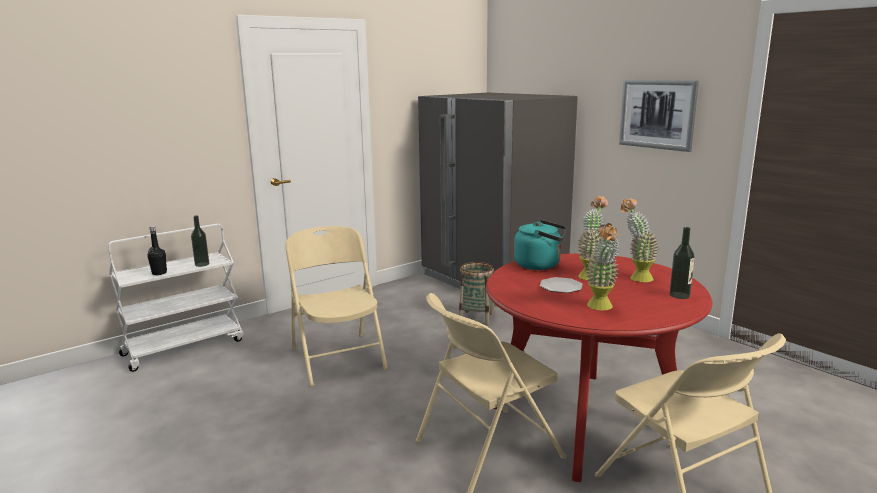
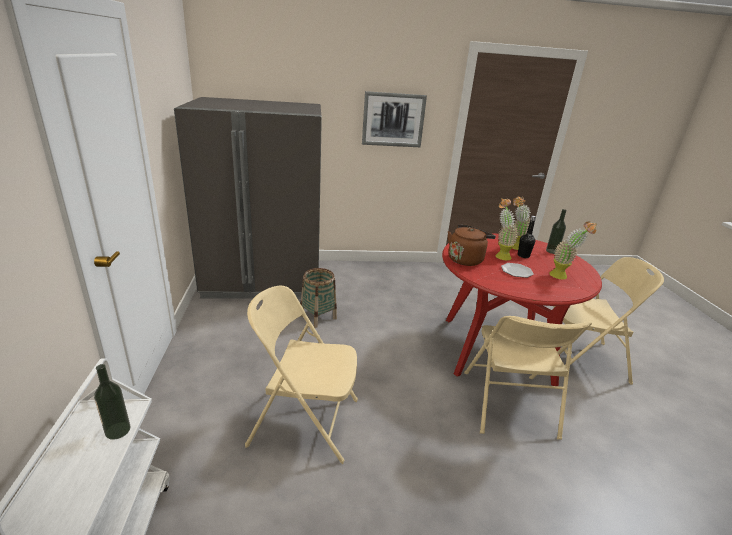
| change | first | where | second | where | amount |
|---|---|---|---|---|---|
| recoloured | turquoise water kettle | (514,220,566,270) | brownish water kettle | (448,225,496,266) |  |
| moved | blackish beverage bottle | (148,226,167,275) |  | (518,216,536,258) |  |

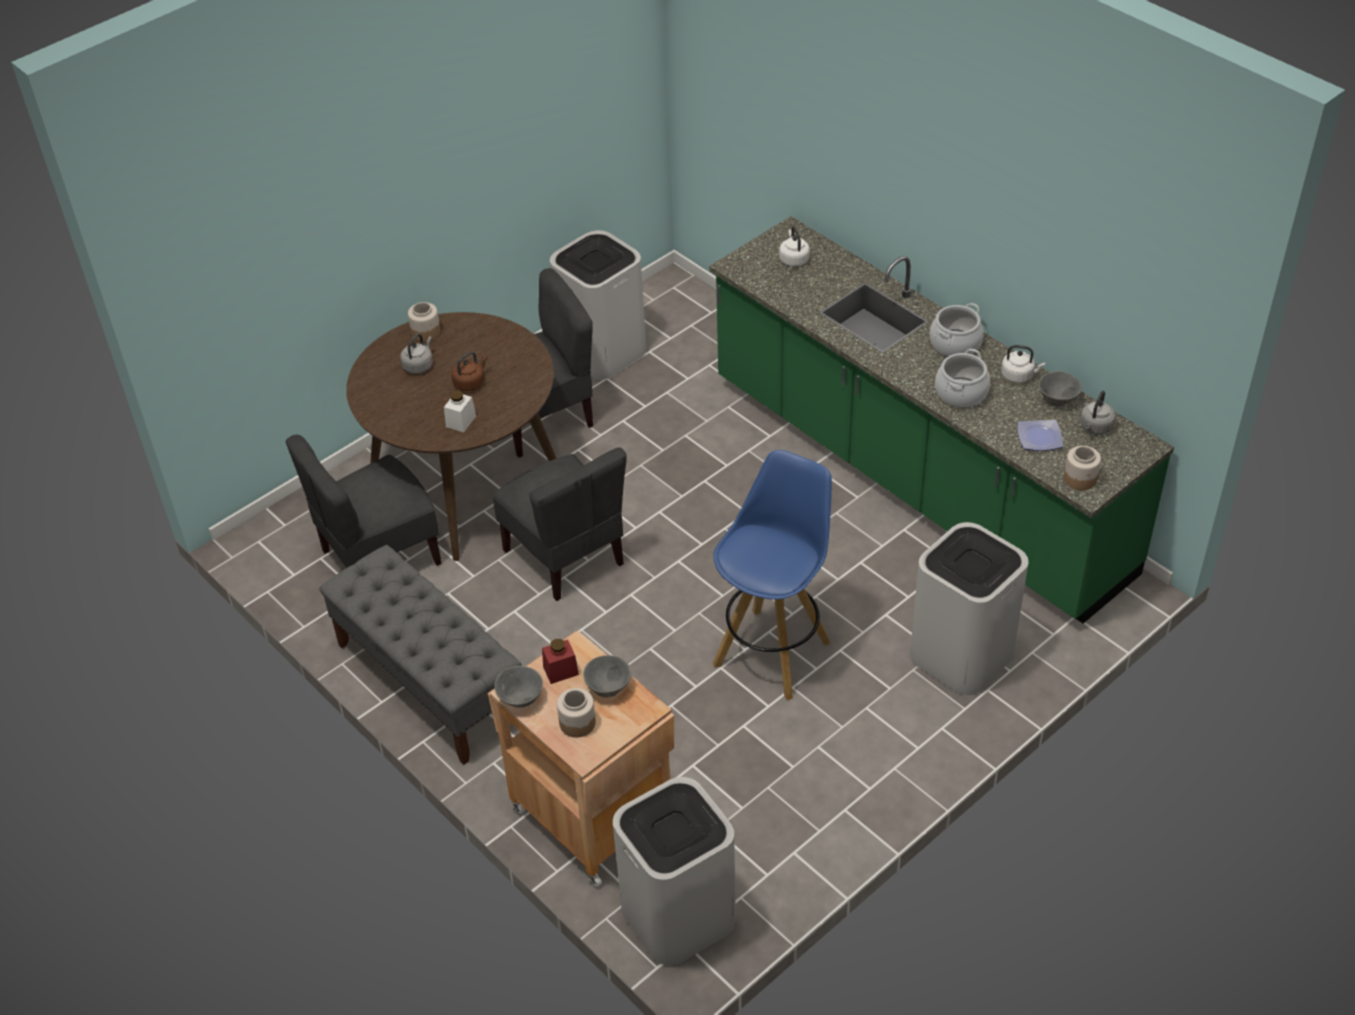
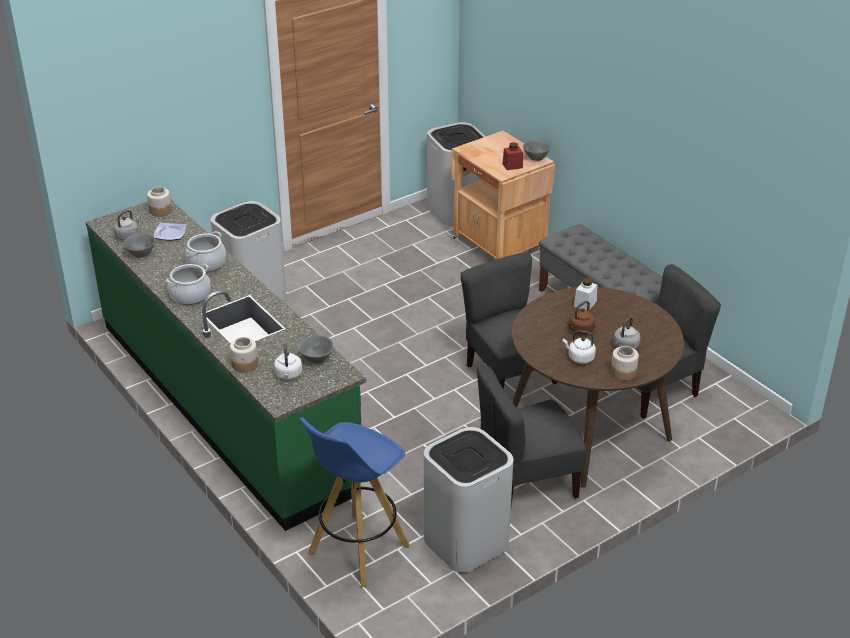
| change | first | where | second | where | amount |
|---|---|---|---|---|---|
| moved | white water kettle | (1001,345,1045,383) |  | (563,330,596,364) |  |
| moved | bluish sitting stool | (713,450,832,700) |  | (300,417,409,587) |  |
| moved | grey serving bowl | (583,655,631,698) |  | (299,335,333,364) |  |
| moved | jar | (557,688,596,738) |  | (230,337,258,372) |  |

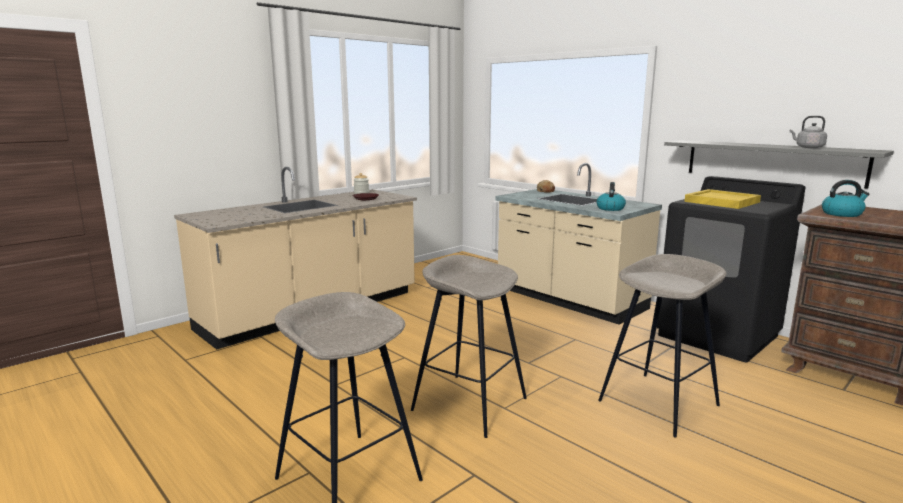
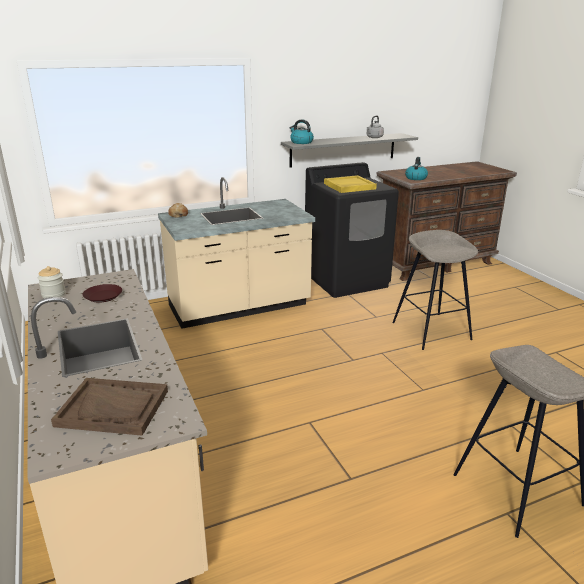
| change | first | where | second | where | amount |
|---|---|---|---|---|---|
| moved | water kettle | (597,182,626,211) |  | (290,119,314,144) |  |
| removed | grey sitting stool | (411,255,527,438) |  |  |  |
| added |  |  | brownish serving tray | (51,378,168,436) |  |

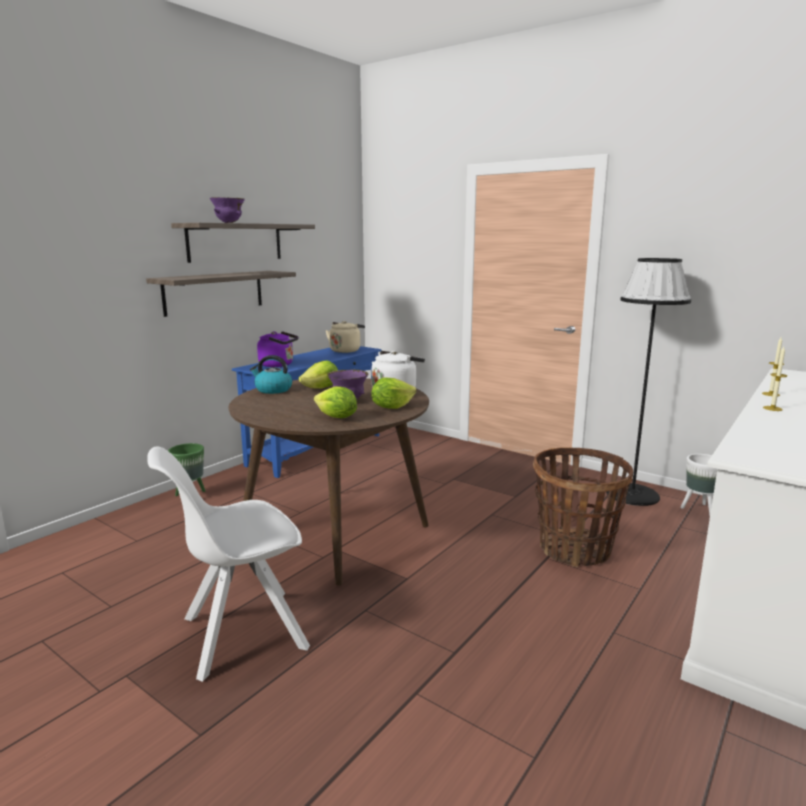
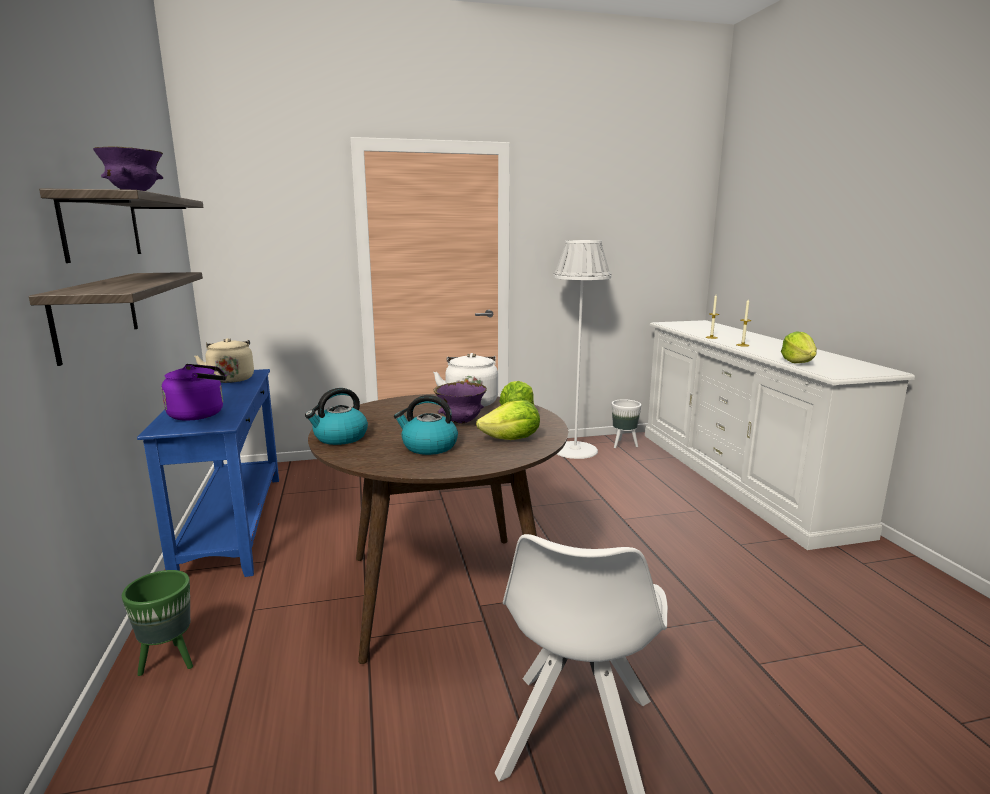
| change | first | where | second | where | amount |
|---|---|---|---|---|---|
| recoloured | blackish floor lamp | (606,258,691,506) | white floor lamp | (553,240,611,459) |  |
| moved | lettuce | (299,360,338,388) |  | (781,332,817,363) |  |
| removed | household basket | (533,448,633,567) |  |  |  |
| added |  |  | water kettle | (394,395,458,455) |  |

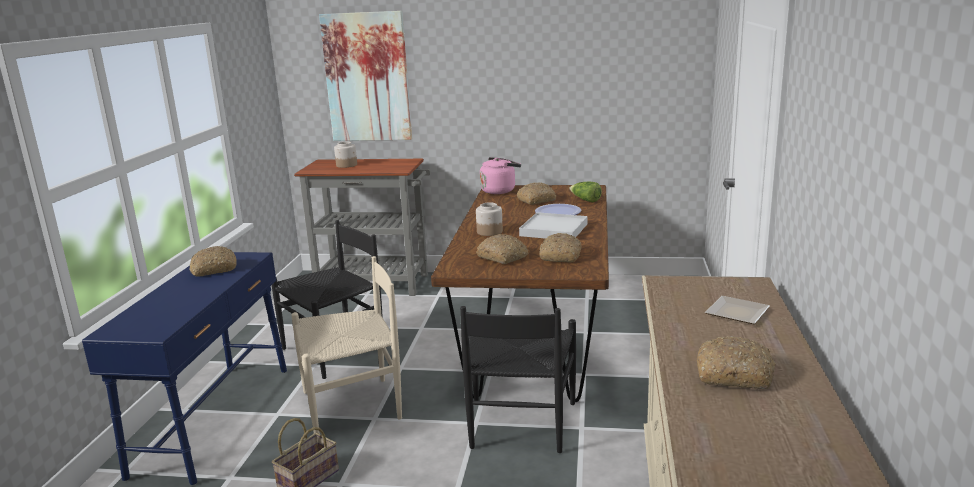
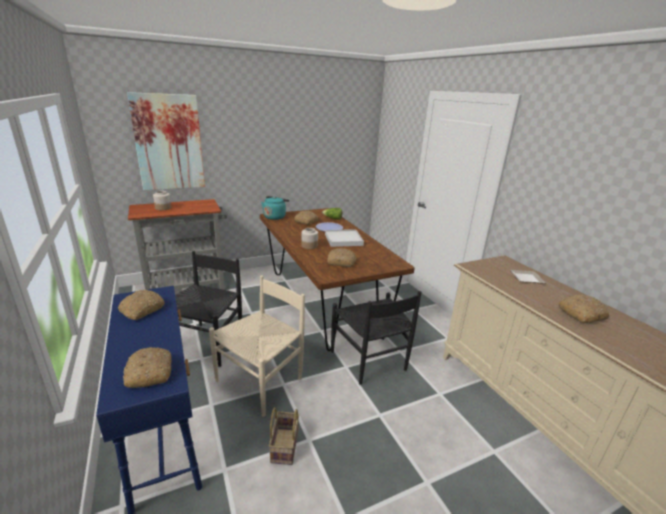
| change | first | where | second | where | amount |
|---|---|---|---|---|---|
| recoloured | pinkish water kettle | (480,157,521,194) | turquoise water kettle | (261,196,289,220) |  |
| moved | bread | (539,233,582,262) |  | (123,347,172,388) |  |

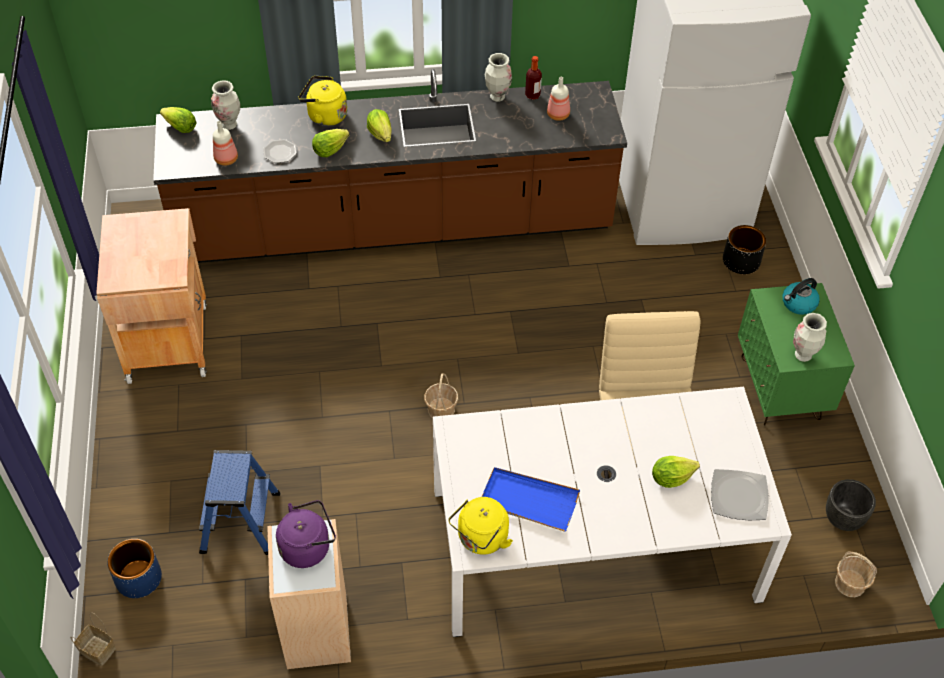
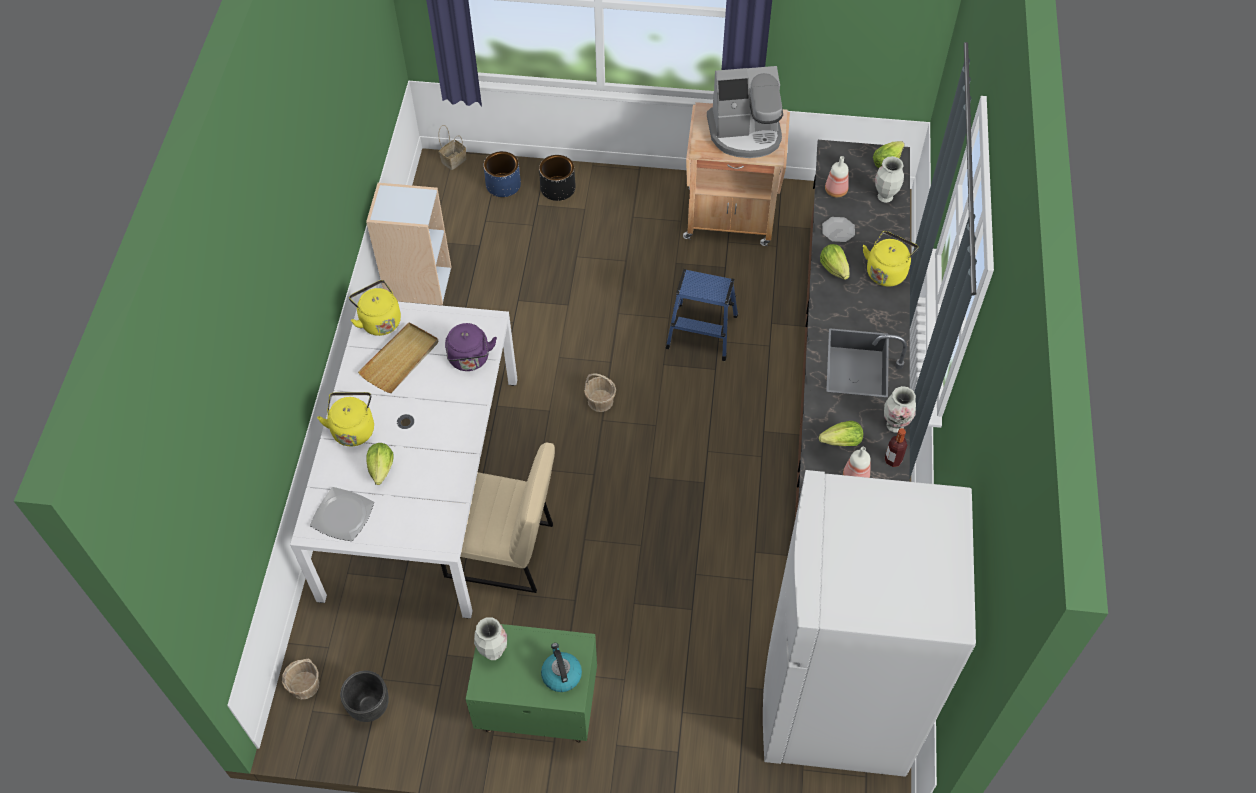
| change | first | where | second | where | amount |
|---|---|---|---|---|---|
| moved | lettuce | (367,109,392,142) |  | (819,421,863,446) |  |
| moved | blackish flower pot | (723,225,766,274) |  | (539,155,576,201) |  |
| moved | bluish step ladder | (199,450,280,555) |  | (666,269,738,361) |  |
| recoloured | bluish serving tray | (482,467,580,532) | sand-coloured serving tray | (358,322,438,393) |  |
| moved | purplish water kettle | (276,500,336,568) |  | (445,323,497,371) |  |
| added |  |  | coffee maker | (707,66,783,158) |  |
| added |  |  | yellow water kettle | (317,392,374,447) |  |

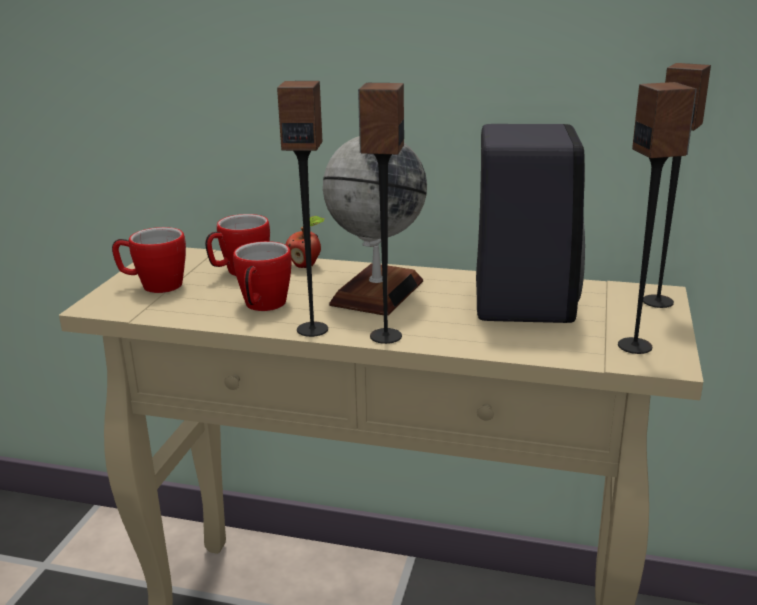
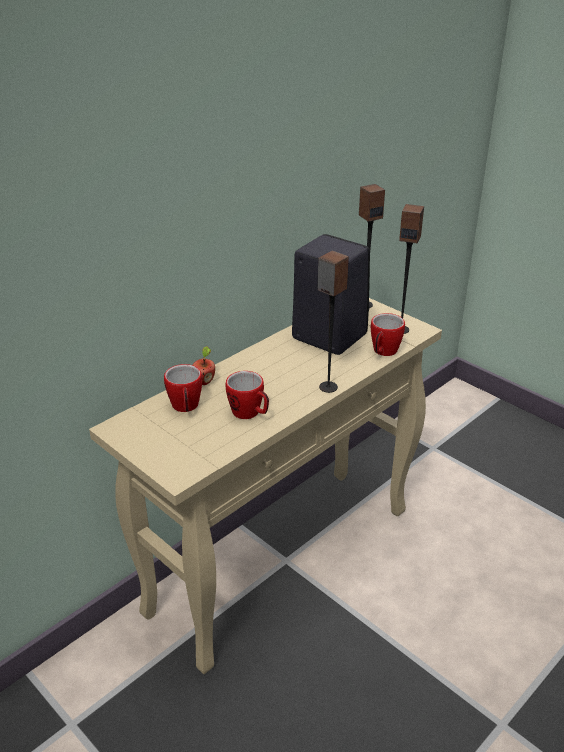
| change | first | where | second | where | amount |
|---|---|---|---|---|---|
| removed | loudspeaker | (277,81,328,337) |  |  |  |
| removed | globe | (323,136,427,315) |  |  |  |
| moved | mug | (112,227,186,293) |  | (371,313,405,356) |  |

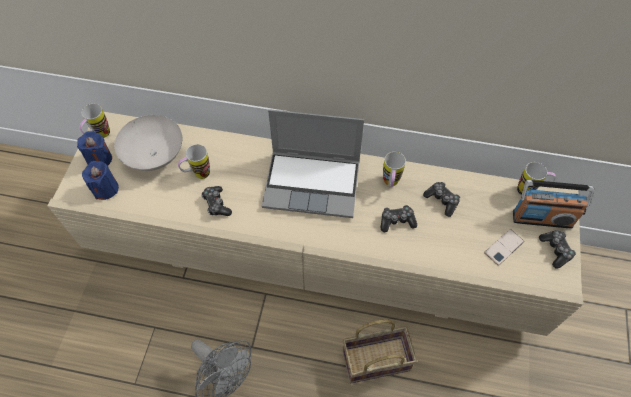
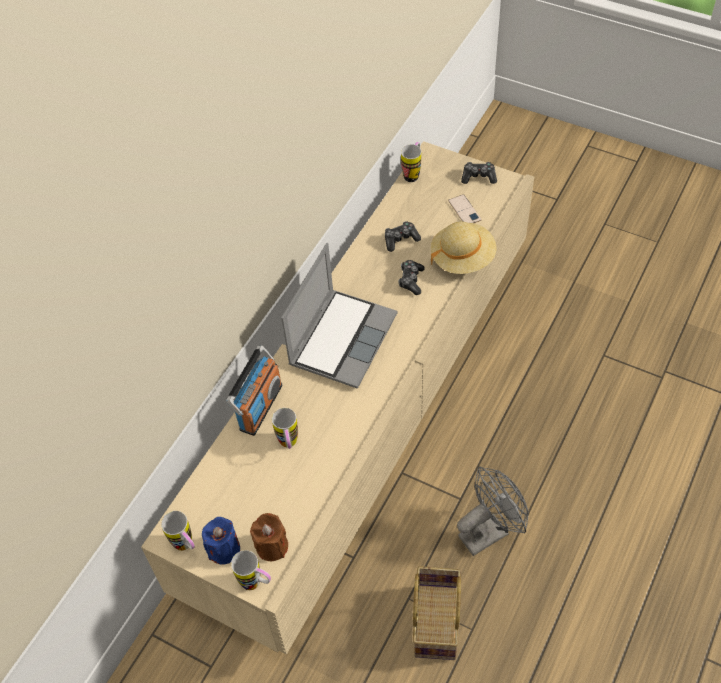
| change | first | where | second | where | amount |
|---|---|---|---|---|---|
| removed | white serving bowl | (114,115,182,171) |  |  |  |
| moved | mug | (383,152,406,187) |  | (231,550,271,590) |  |
| recoloured | bluish wax light | (82,161,119,200) | brownish wax light | (250,513,288,561) |  |
| moved | radio receiver | (513,180,594,229) |  | (226,345,282,436) |  |
| removed | gamepad | (201,186,232,216) |  |  |  |
| moved | household basket | (343,320,417,383) |  | (413,566,461,660) |  |
| added |  |  | sand-coloured clothing hat | (431,222,497,274) |  |

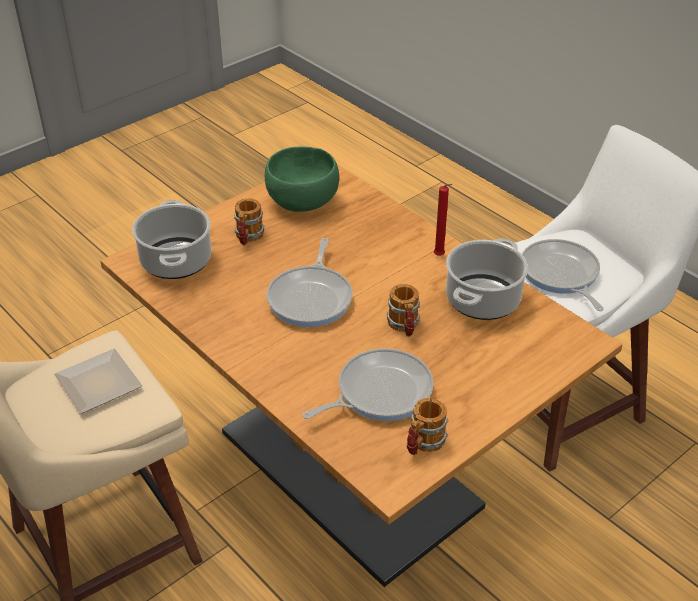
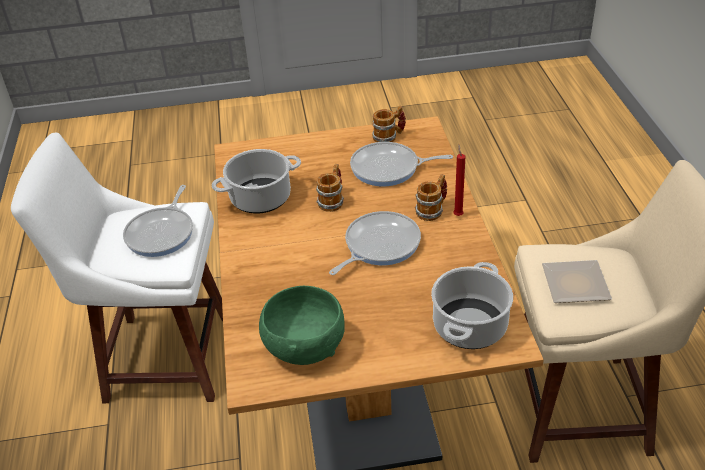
| change | first | where | second | where | amount |
|---|---|---|---|---|---|
| moved | reddish wax light | (434,184,452,256) |  | (453,144,466,216) |  |
| moved | mug | (234,199,265,245) |  | (415,174,447,221) |  |

